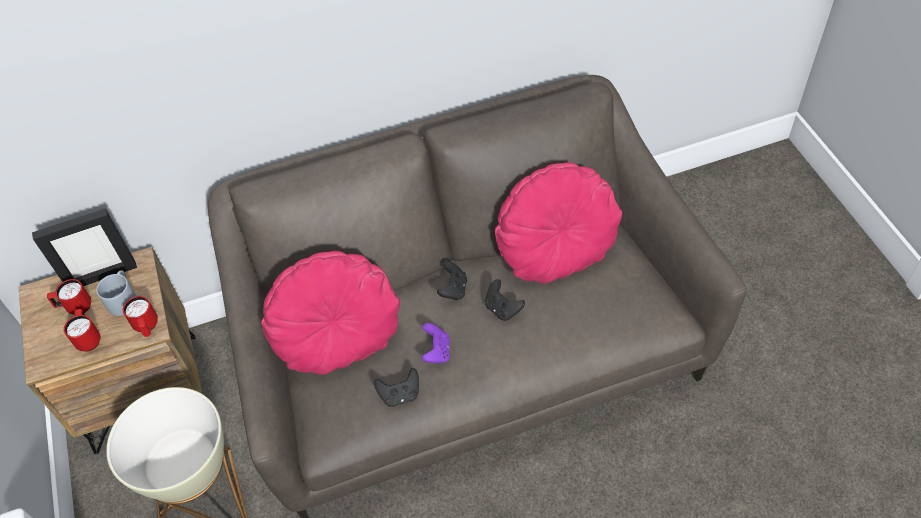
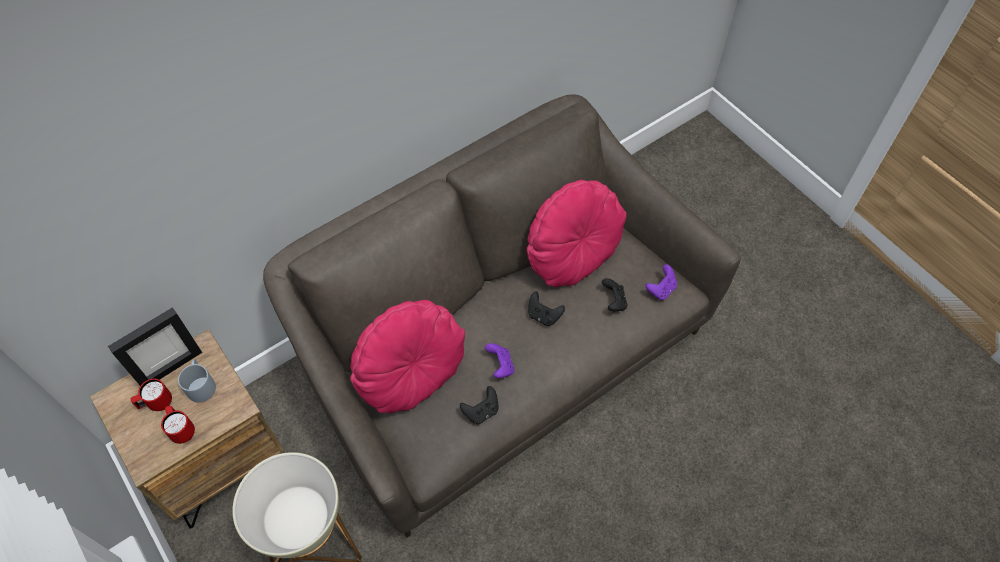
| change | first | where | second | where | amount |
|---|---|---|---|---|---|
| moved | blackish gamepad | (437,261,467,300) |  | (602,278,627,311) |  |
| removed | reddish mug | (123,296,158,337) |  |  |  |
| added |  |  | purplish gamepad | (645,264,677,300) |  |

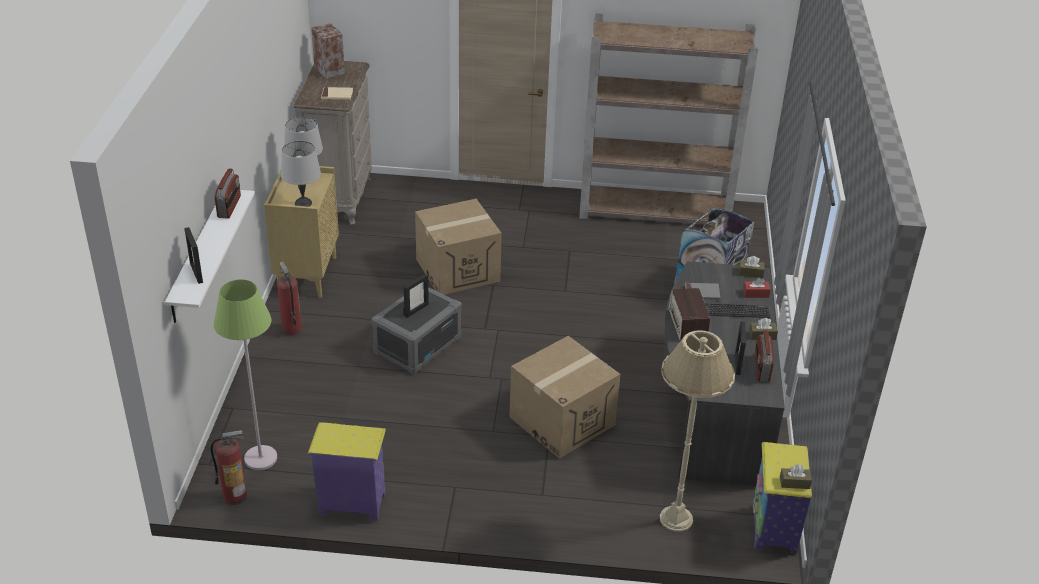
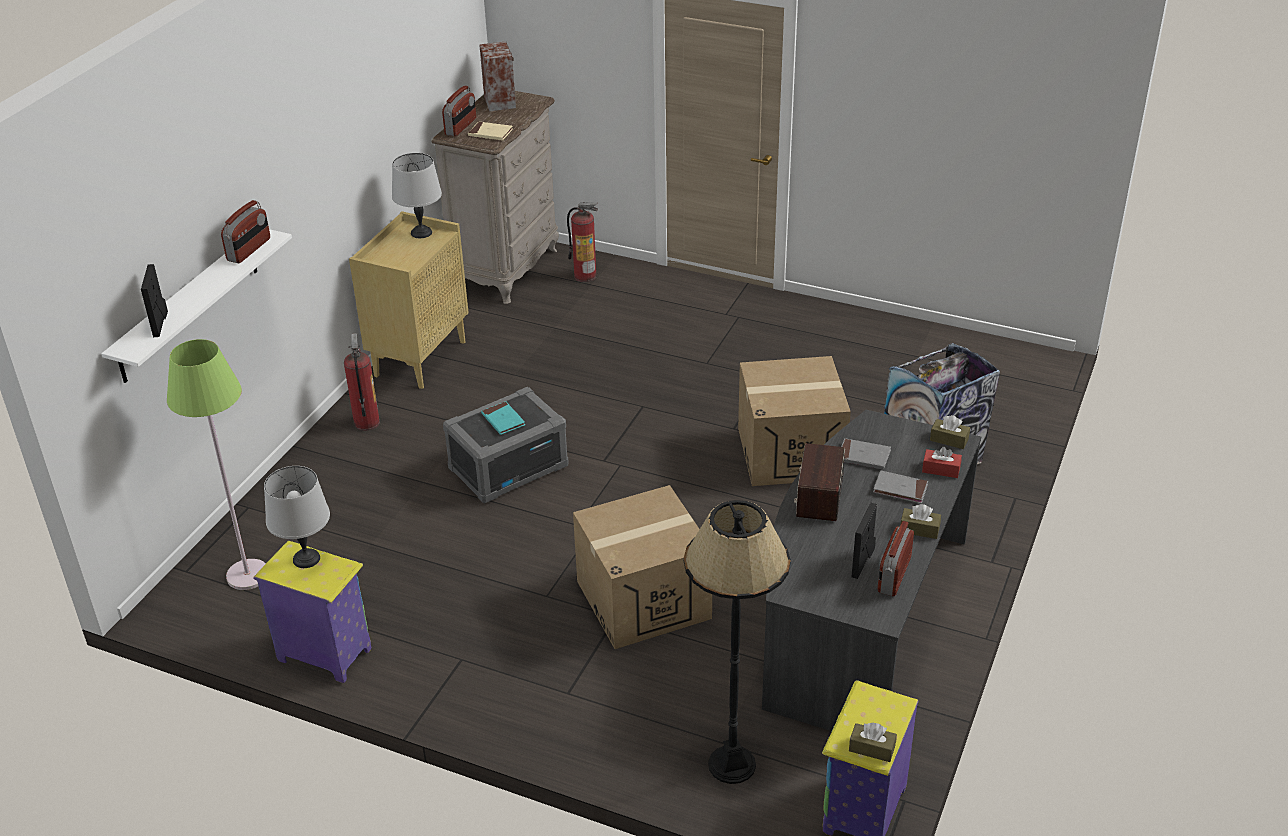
| change | first | where | second | where | amount |
|---|---|---|---|---|---|
| removed | brownish bookshelf | (579,13,758,225) |  |  |  |
| moved | grey lamp for a table | (281,141,321,207) |  | (264,466,330,568) |  |
| moved | packing box | (415,199,502,295) |  | (738,356,851,486) |  |
| replaced | standing frame | (403,274,429,318) | turquoise bound book | (481,401,525,435) |  |
| replaced | computer keyboard | (705,303,770,318) | grey bound book | (873,470,928,504) |  |
| recoloured | sand-coloured floor lamp | (660,330,735,532) | blackish floor lamp | (684,500,791,784) |  |
| moved | fire-fighting cylinder | (211,430,247,505) |  | (567,202,598,282) |  |
| added |  |  | radio receiver | (442,86,476,136) |  |

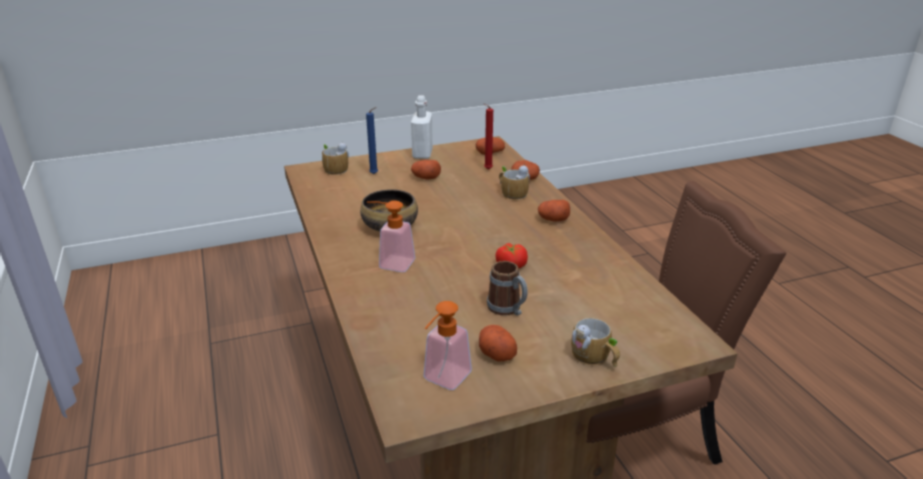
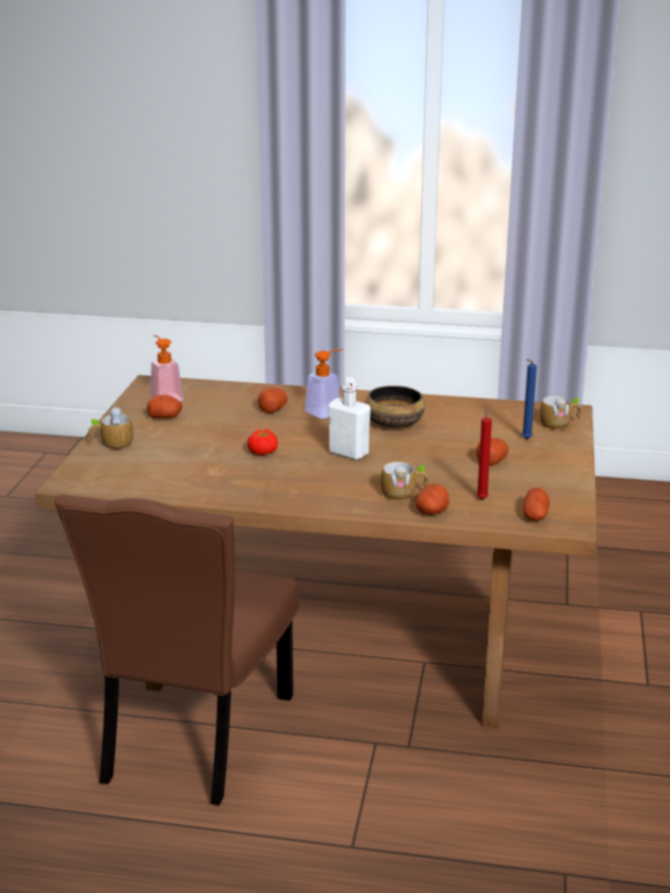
| change | first | where | second | where | amount |
|---|---|---|---|---|---|
| moved | white beverage bottle | (411,95,433,159) |  | (328,377,371,460) |  |
| moved | potato | (538,200,570,222) |  | (258,387,288,413) |  |
| removed | mug | (487,261,528,316) |  |  |  |

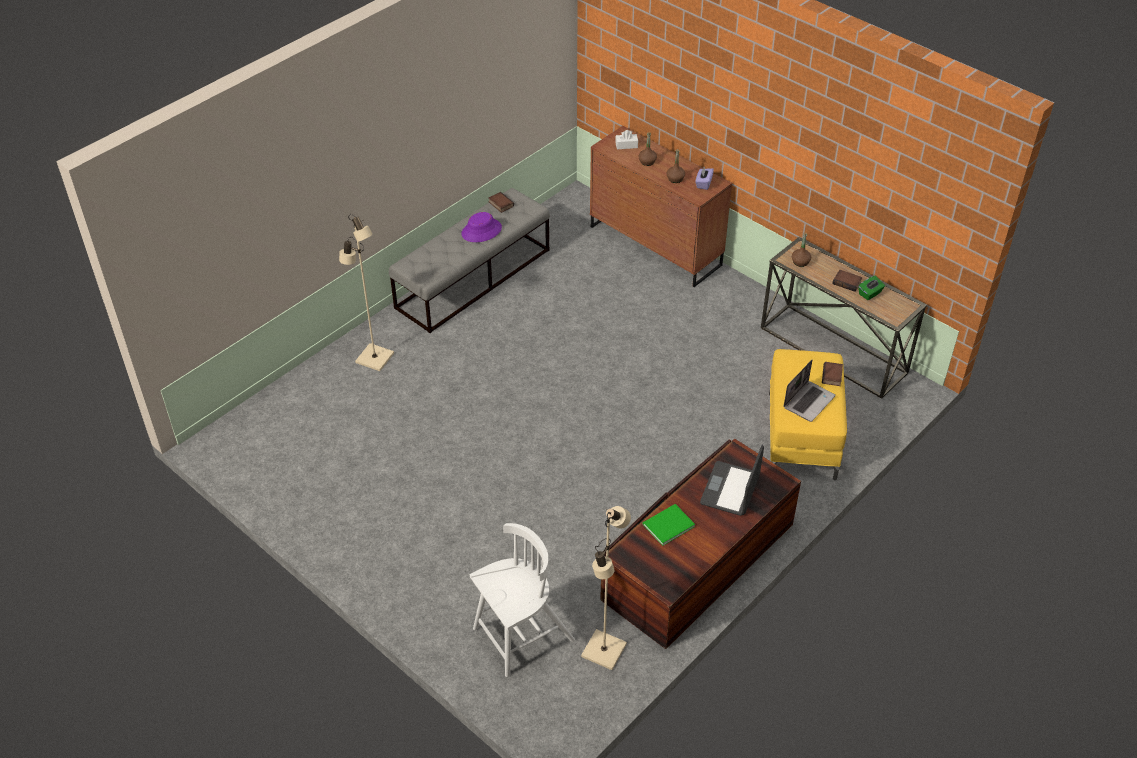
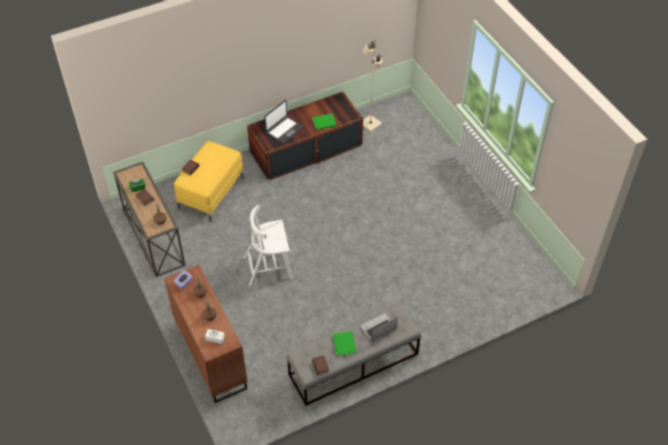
| change | first | where | second | where | amount |
|---|---|---|---|---|---|
| replaced | purplish clothing hat | (461,212,502,242) | green-coloured bound book | (333,331,357,357) |  |
| removed | sand-coloured floor lamp | (339,214,394,371) |  |  |  |
| moved | notebook computer | (784,360,836,422) |  | (360,313,398,342) |  |
| moved | white plain chair | (470,523,575,677) |  | (244,205,293,286) |  |

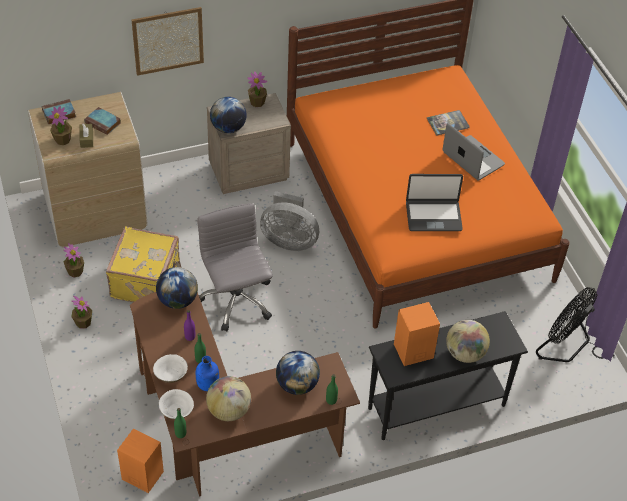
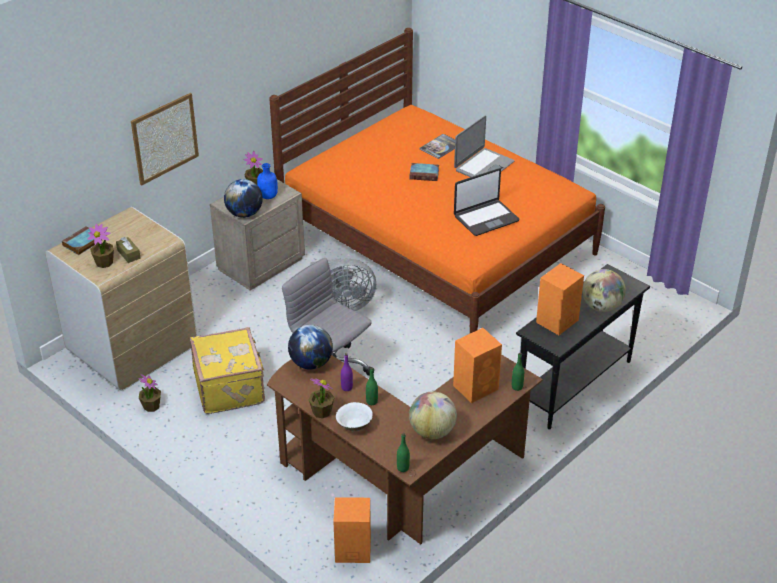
| change | first | where | second | where | amount |
|---|---|---|---|---|---|
| moved | bound book | (84,107,121,135) |  | (409,163,439,181) |  |
| turned | notebook computer | (442,123,505,180) |  | (454,116,515,177) | 105 degrees clockwise |
| removed | blackish fan | (536,287,615,362) |  |  |  |
| moved | potted plant | (72,296,92,328) |  | (308,378,335,419) |  |
| replaced | globe | (276,351,320,395) | orange-coloured loudspeaker | (453,328,502,403) |  |
| moved | bluish beverage bottle | (196,356,219,391) |  | (257,163,278,199) |  |
| removed | white serving bowl | (159,389,194,420) |  |  |  |

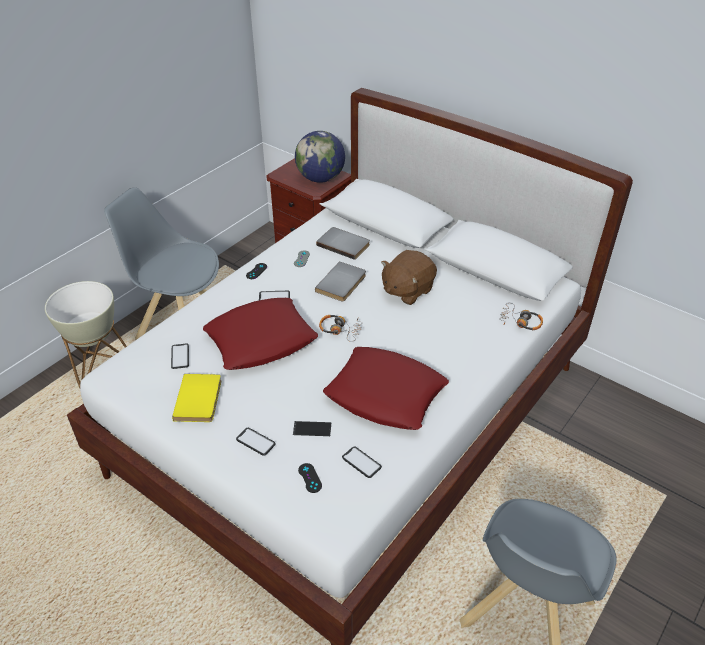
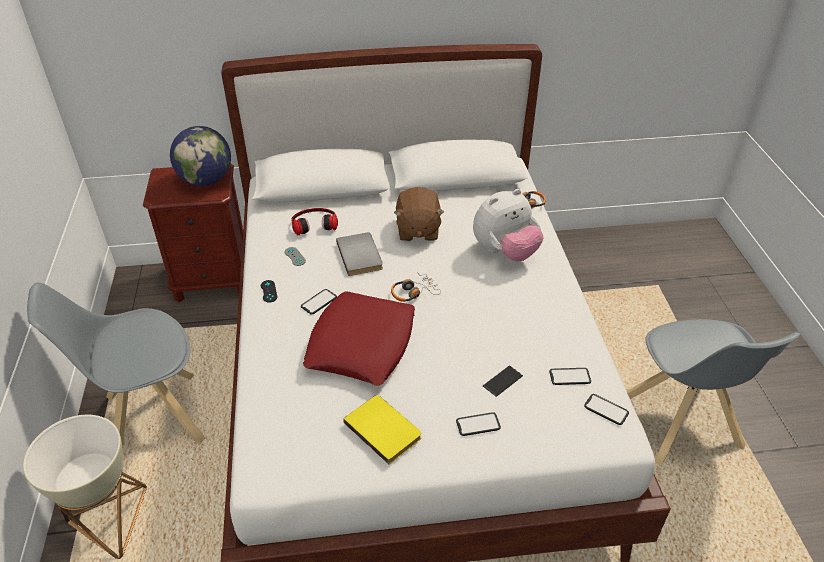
| change | first | where | second | where | amount |
|---|---|---|---|---|---|
| replaced | grey bound book | (316,227,370,260) | headset | (292,208,338,235) |  |
| moved | phone | (171,343,189,369) |  | (584,394,629,425) |  |
| removed | reddish pillow | (323,347,449,430) |  |  |  |
| removed | blackish gamepad | (298,463,322,493) |  |  |  |
| added |  |  | cuddly toy | (473,189,543,261) |  |

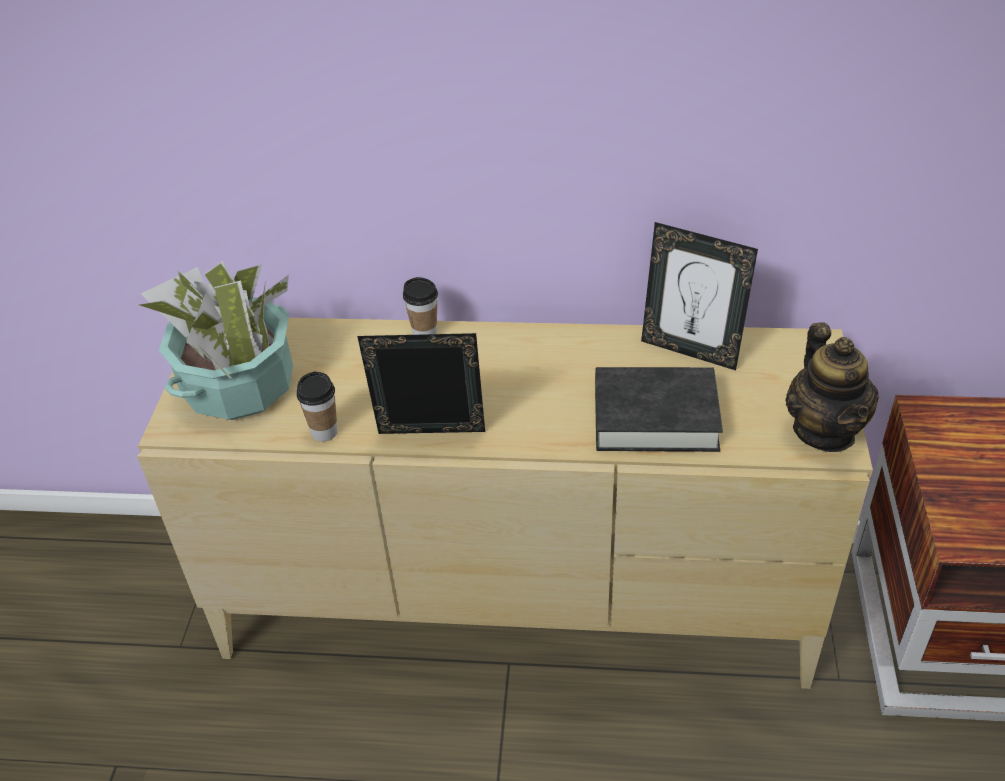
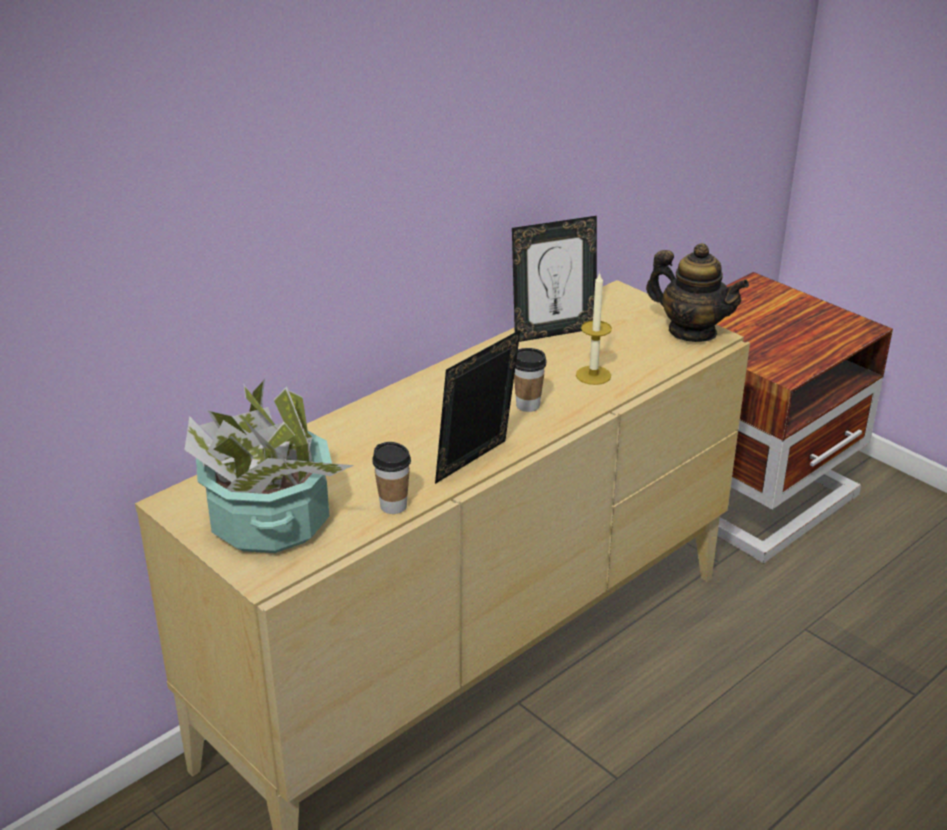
| change | first | where | second | where | amount |
|---|---|---|---|---|---|
| moved | drinking cup | (403,277,438,335) |  | (514,348,546,412) |  |
| replaced | blackish bound book | (595,367,723,452) | wax light | (576,272,612,385) |  |

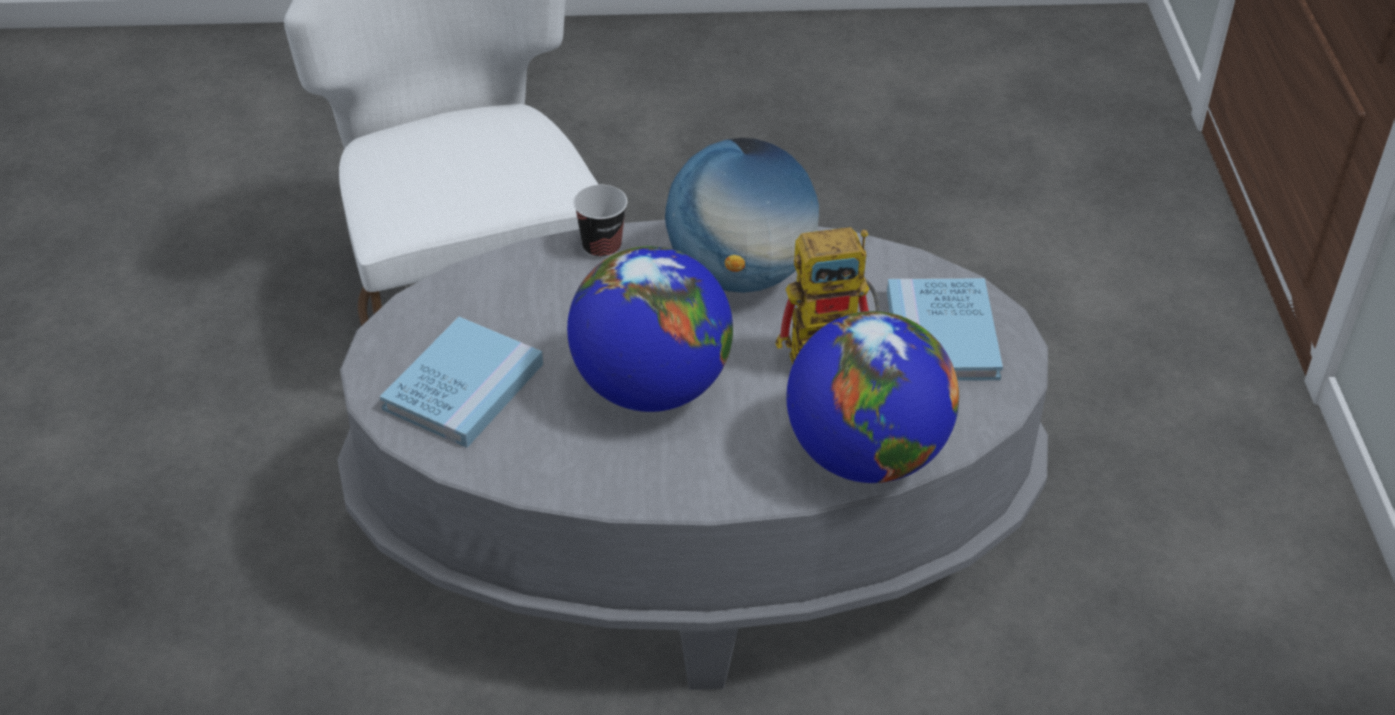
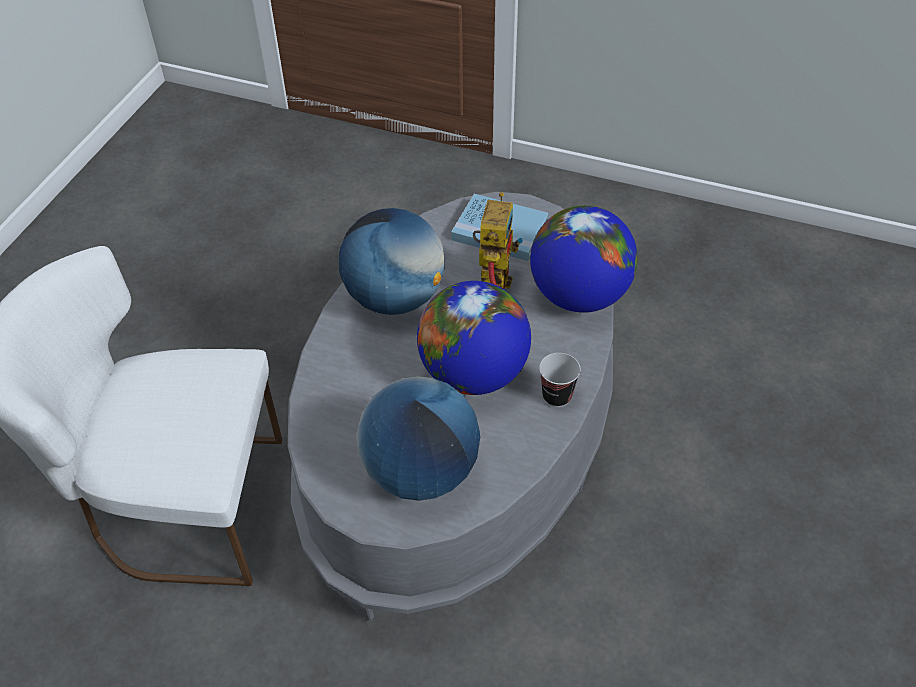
| change | first | where | second | where | amount |
|---|---|---|---|---|---|
| moved | drinking cup | (573,185,627,259) |  | (539,353,581,407) |  |
| replaced | bluish bound book | (380,317,543,448) | globe | (357,376,480,501) |  |

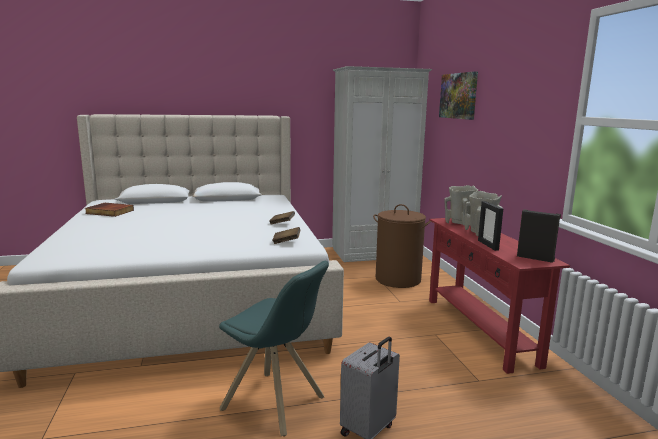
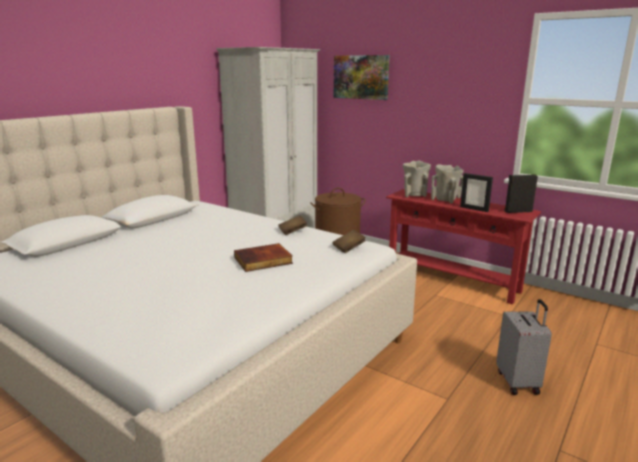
| change | first | where | second | where | amount |
|---|---|---|---|---|---|
| moved | bound book | (85,203,134,217) |  | (234,243,293,272) |  |
| removed | turquoise plain chair | (219,261,329,436) |  |  |  |

